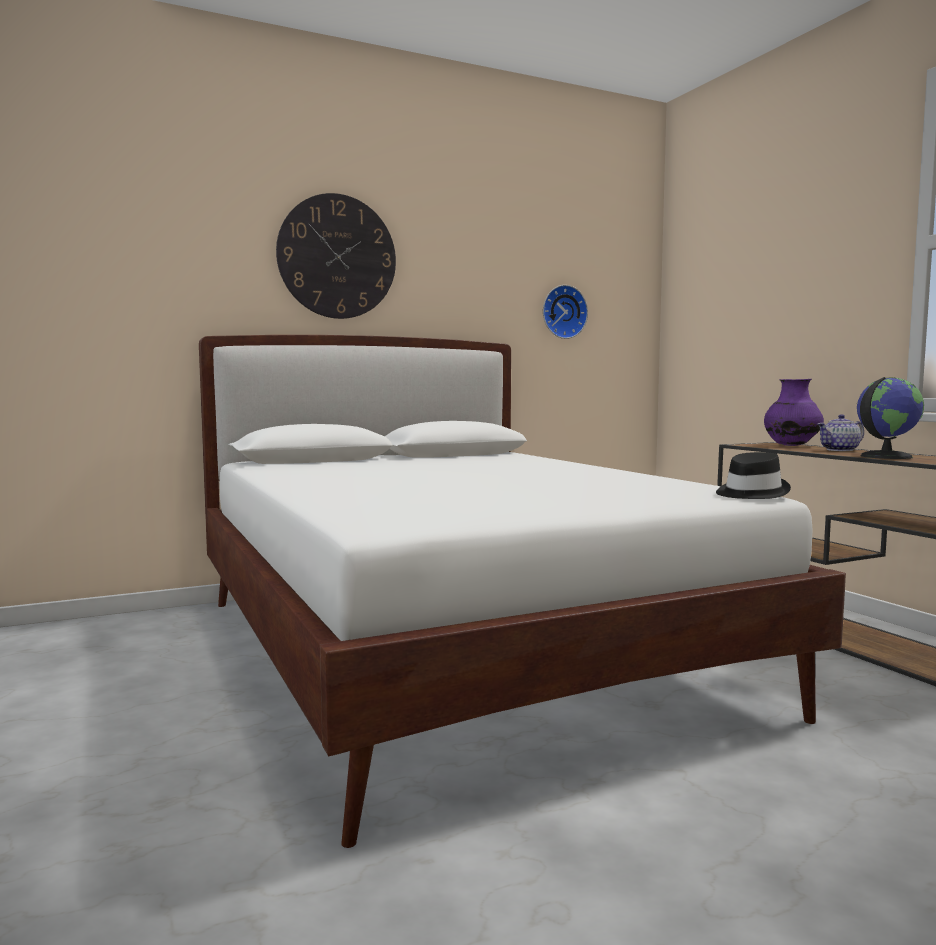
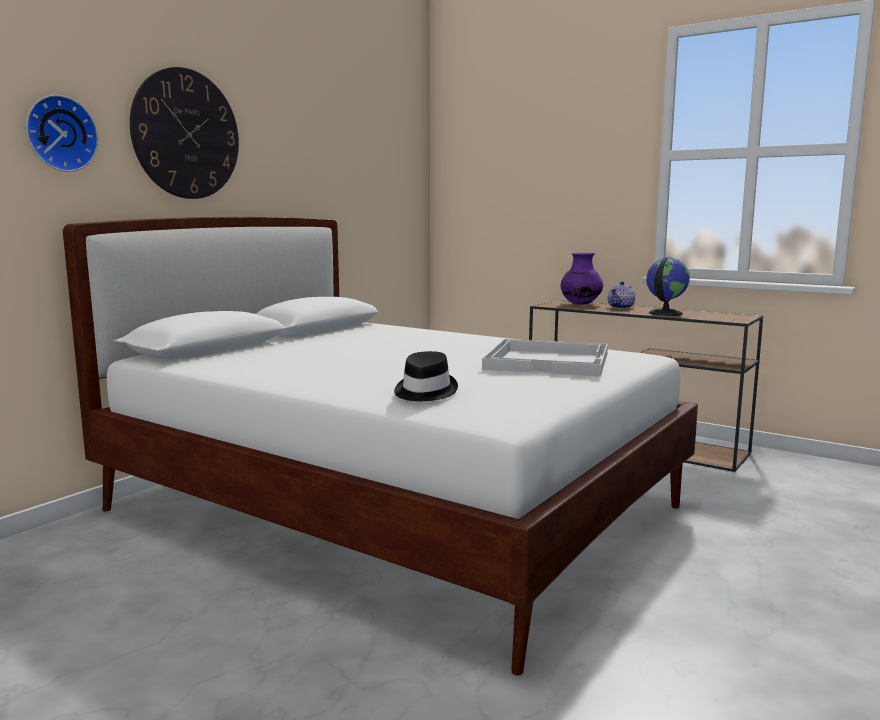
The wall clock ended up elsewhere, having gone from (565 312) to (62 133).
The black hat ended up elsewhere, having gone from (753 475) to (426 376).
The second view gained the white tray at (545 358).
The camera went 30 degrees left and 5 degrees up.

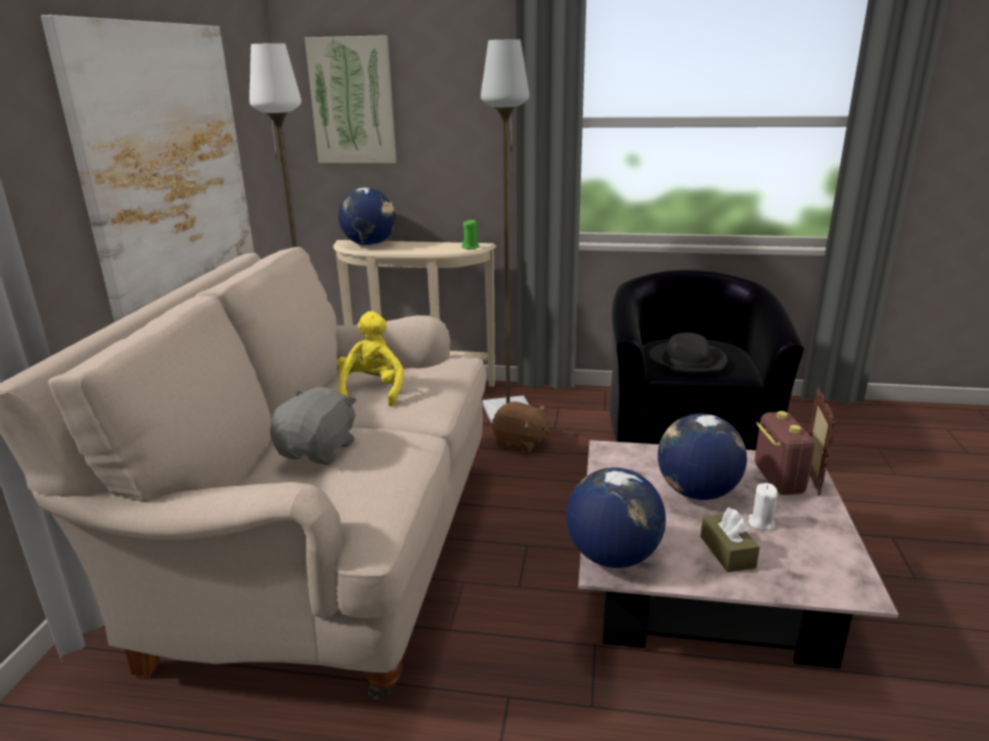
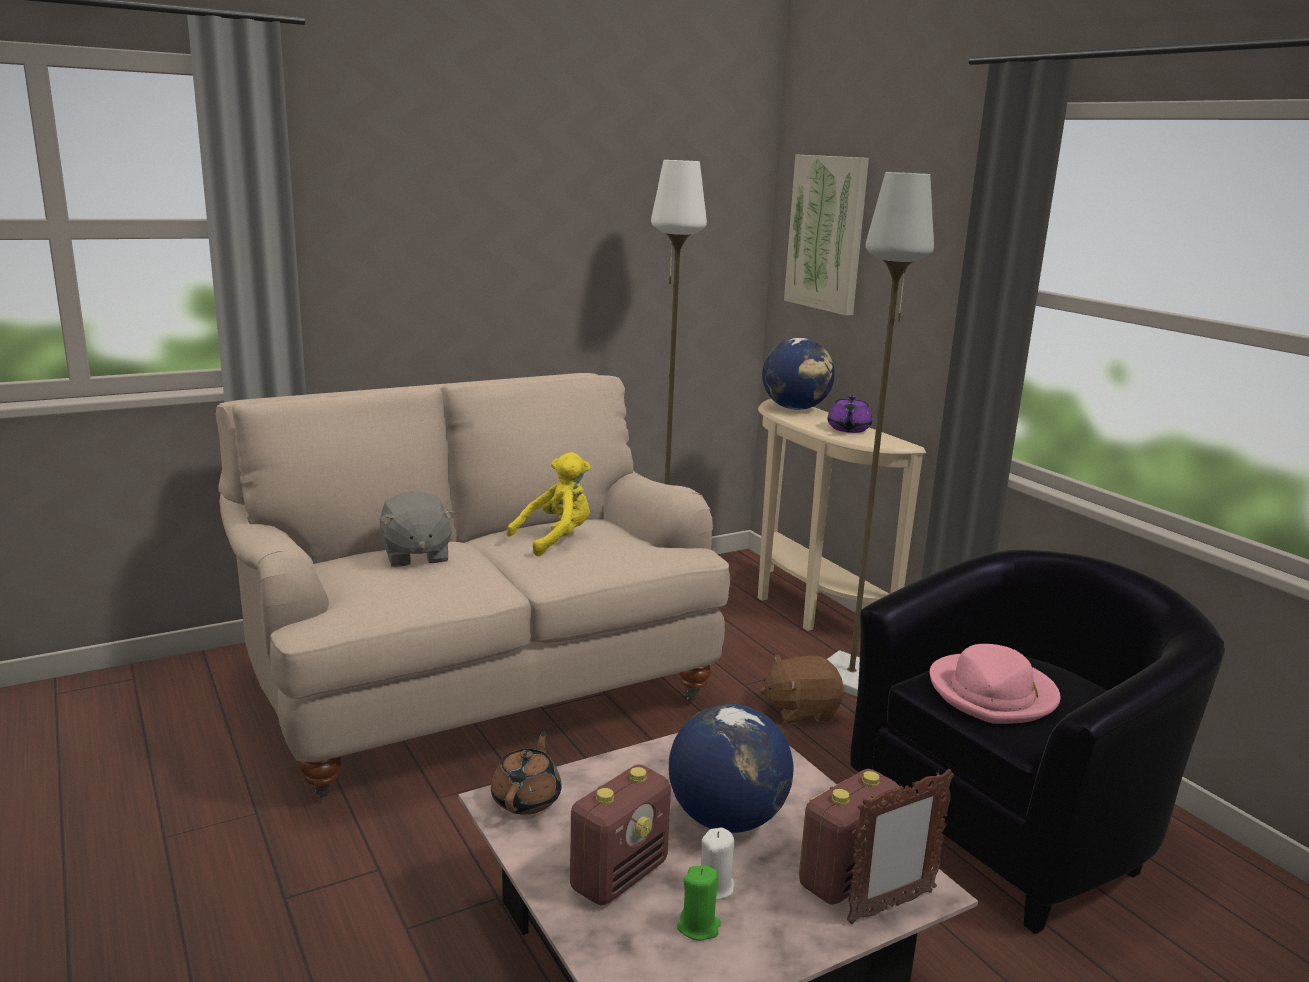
The second view lost the picture at (147 168).
The green candle ended up elsewhere, having gone from (470 234) to (699 903).
What was the black hat at (688 354) turned into the pink hat at (995 684).
The grey plush toy at (313 426) ended up facing another way, 90 degrees clockwise from before.
The brown plush toy at (521 427) ended up facing another way, 90 degrees clockwise from before.
Where the globe stood at (616 518), the brown teapot came to stand at (526 773).
Where the brown tissue box stood at (730 539), the radio came to stand at (620 835).
The second view gained the purple teapot at (849 414).
The camera went 50 degrees right and 5 degrees down.

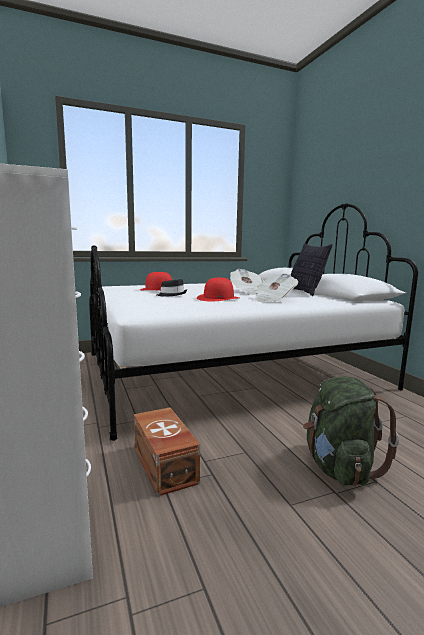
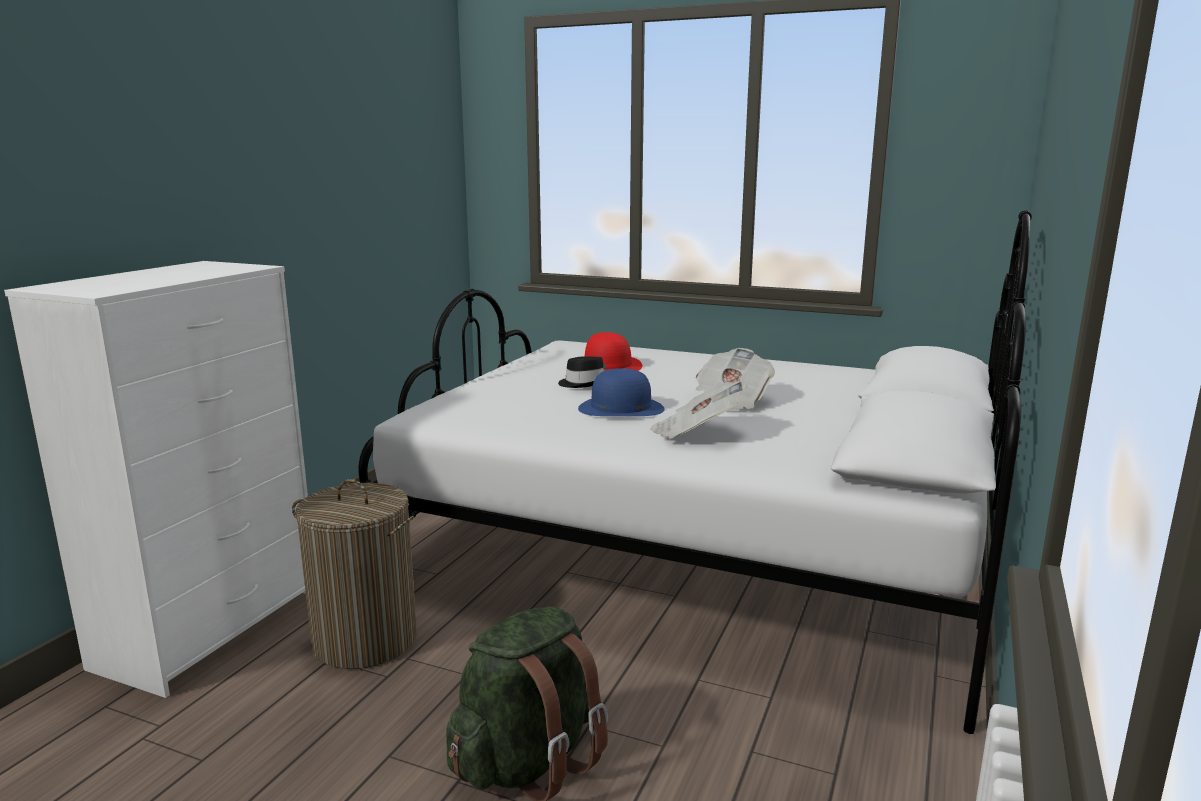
The second view lost the pillow at (312 269).
What was the red hat at (218 290) turned into the blue hat at (621 392).
Where the brown storage box stood at (167 452), the laundry basket came to stand at (354 574).
The camera went 45 degrees right and 5 degrees up.

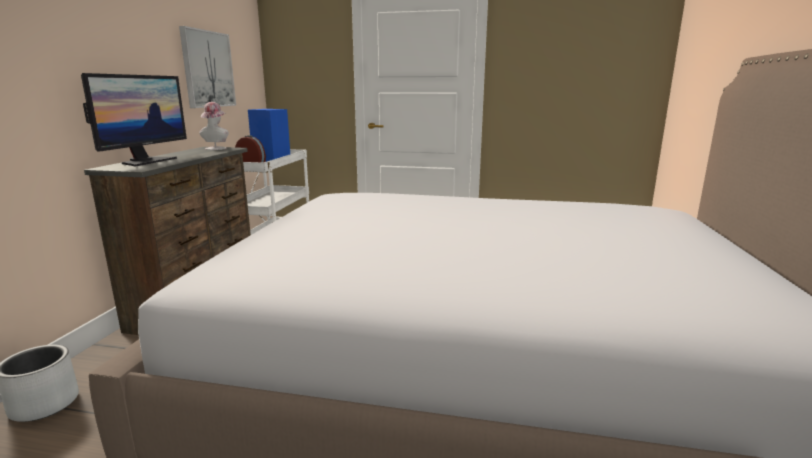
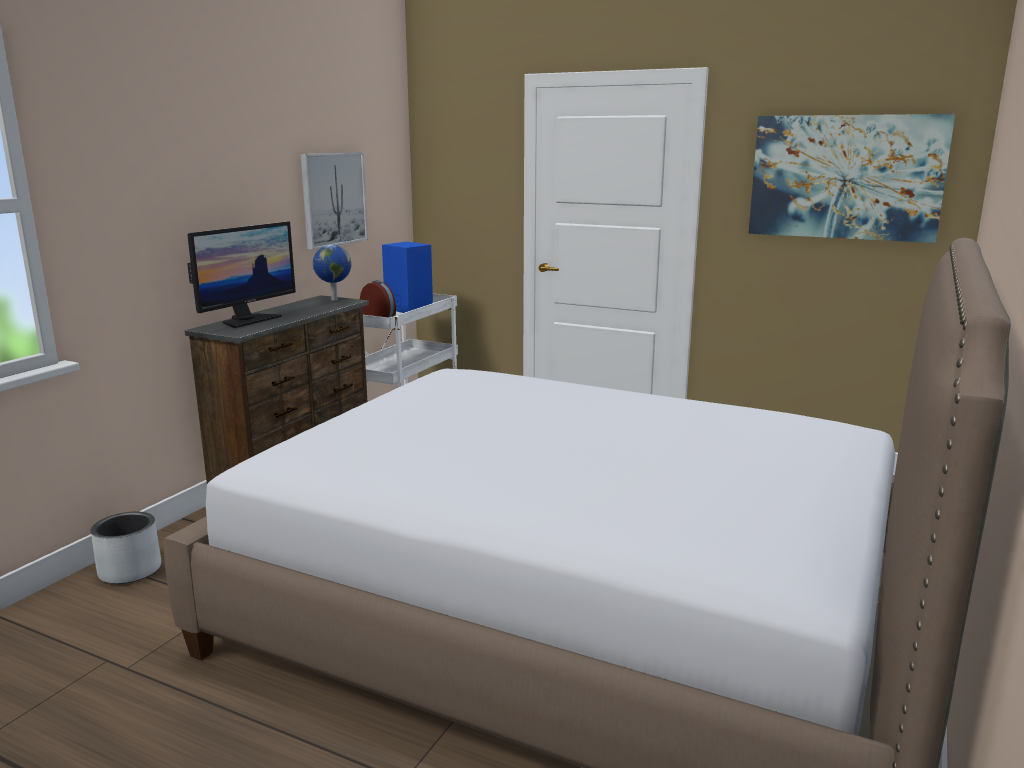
Where the hat stood at (214 126), the globe came to stand at (332 273).
The second view gained the picture at (851 178).
The camera went 15 degrees right and 0 degrees up.

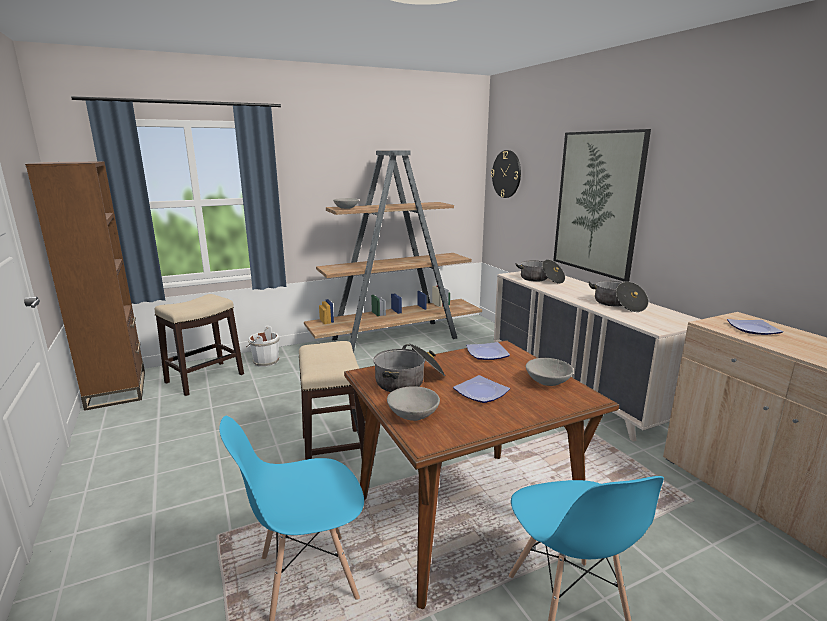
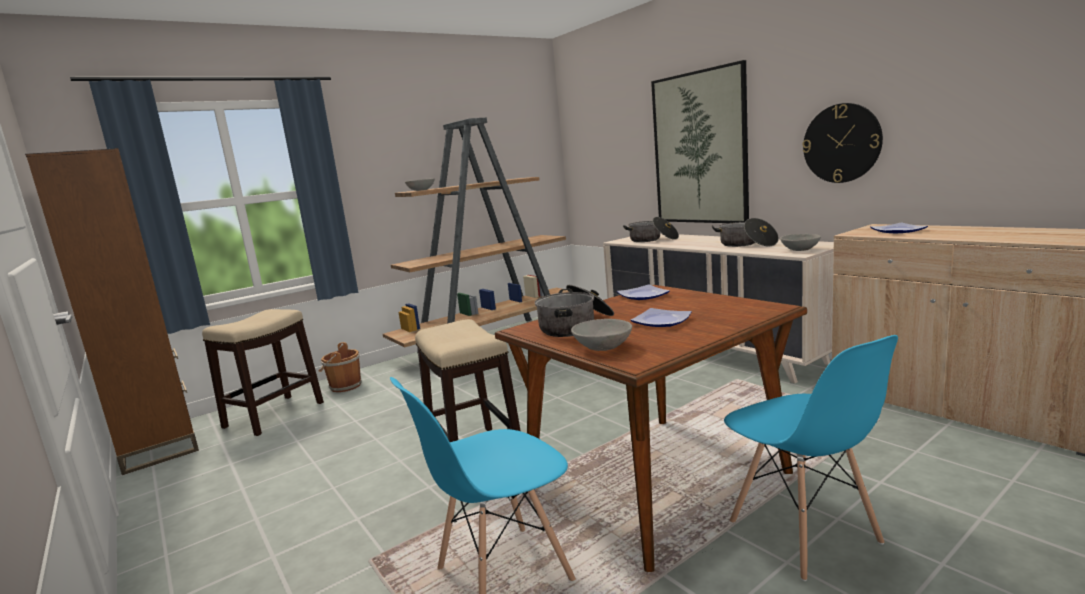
The wall clock ended up elsewhere, having gone from (506 174) to (842 143).
What was the white bucket at (262 346) turned into the brown bucket at (340 367).
The grey bowl ended up elsewhere, having gone from (550 372) to (800 242).
The camera went 10 degrees left and 5 degrees down.

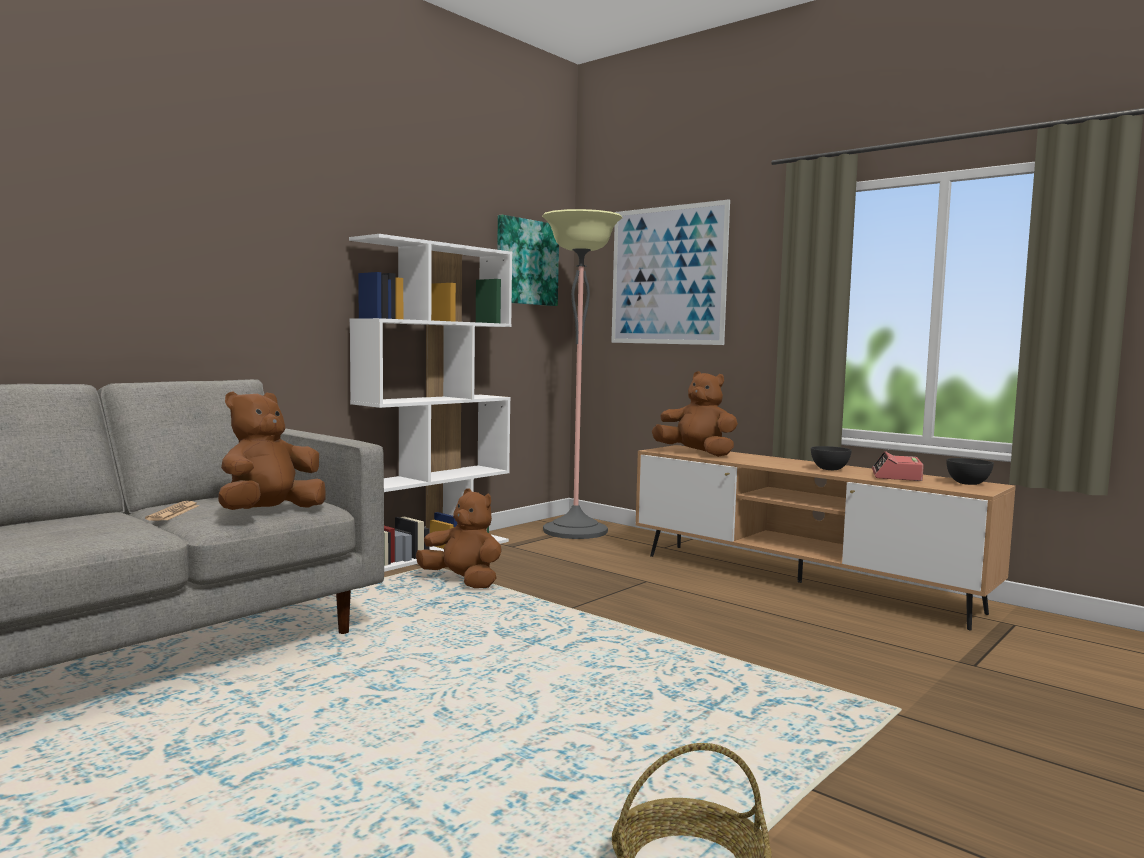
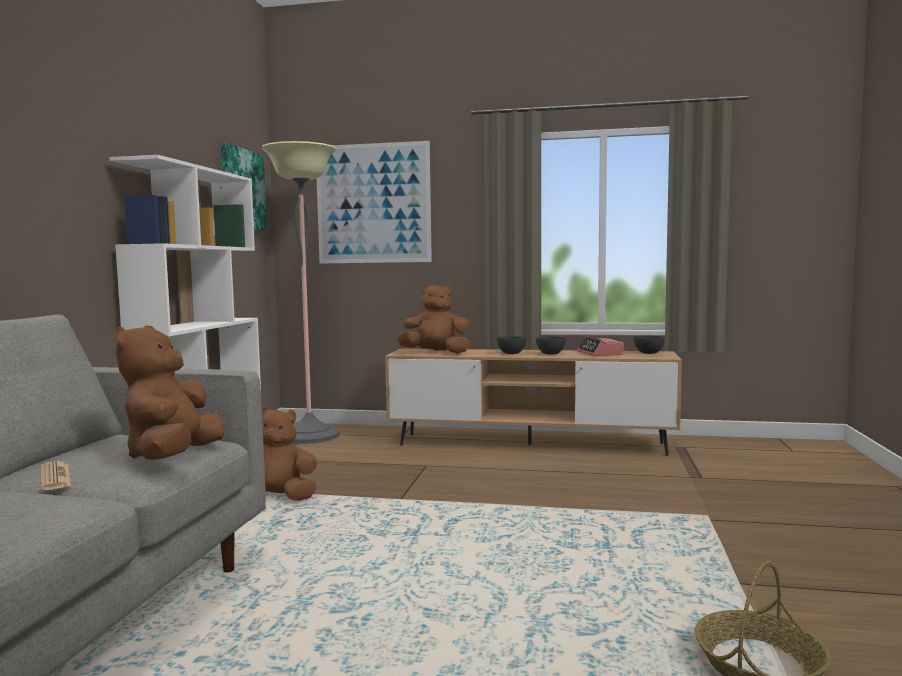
The second view gained the grey bowl at (512 345).
The camera went 30 degrees left and 0 degrees up.

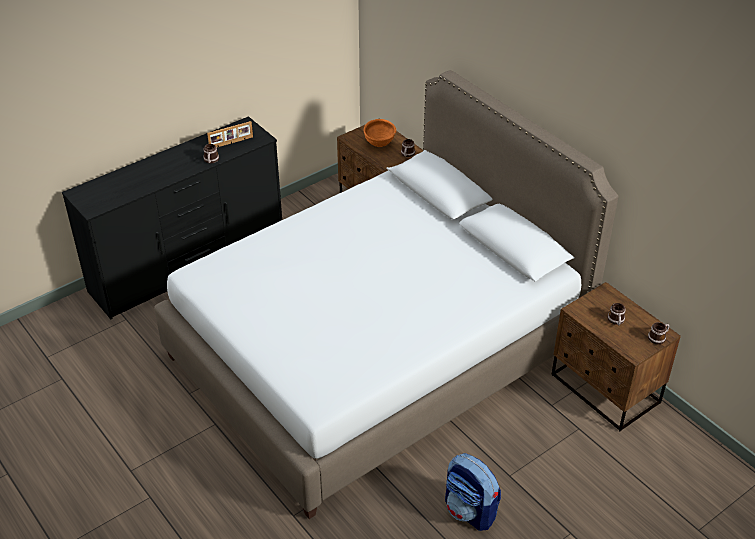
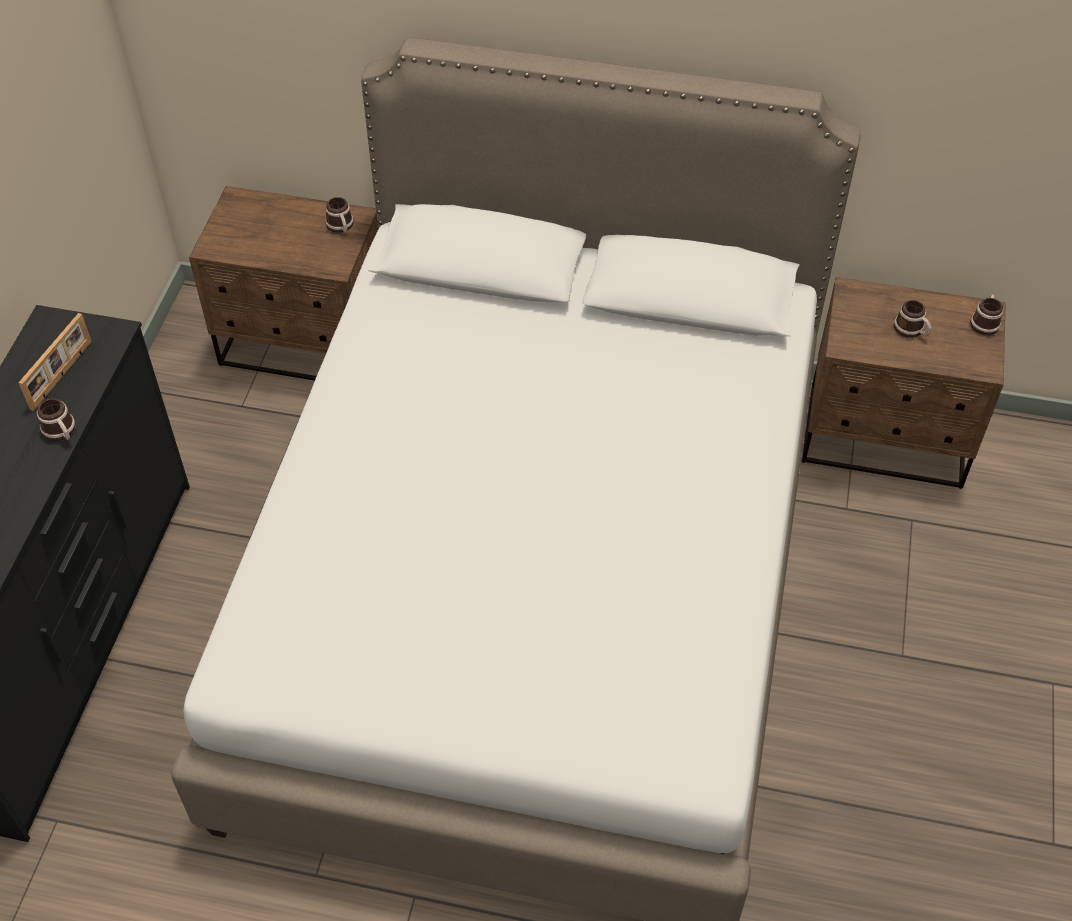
The second view lost the orange bowl at (380 133).
The second view lost the backpack at (473 492).
The camera went 40 degrees left and 10 degrees up.

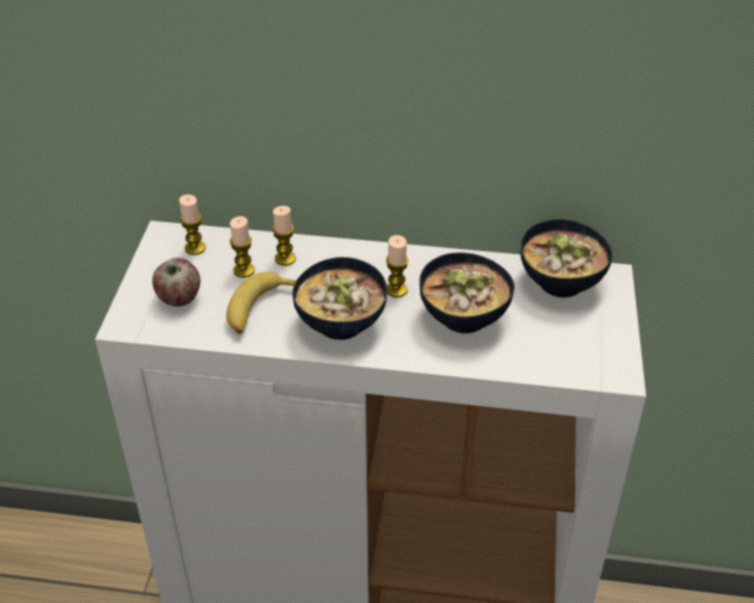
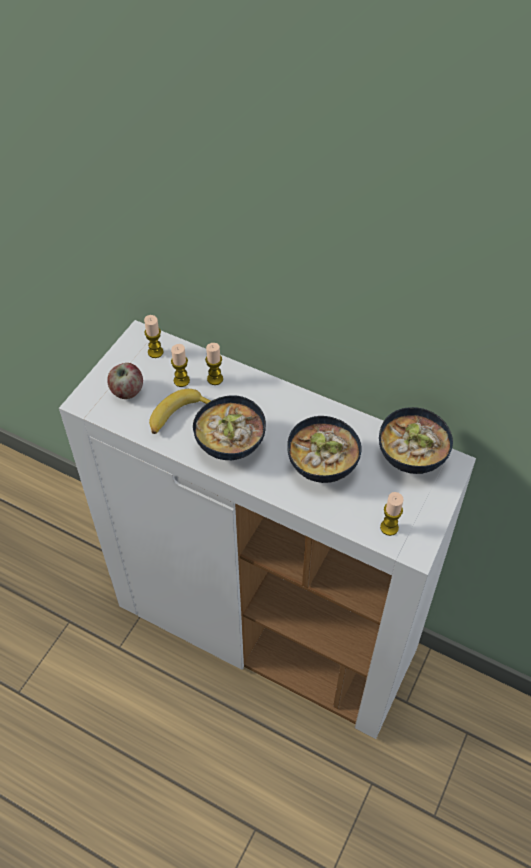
The candle ended up elsewhere, having gone from (397 266) to (392 514).
The camera went 20 degrees right and 10 degrees up.

